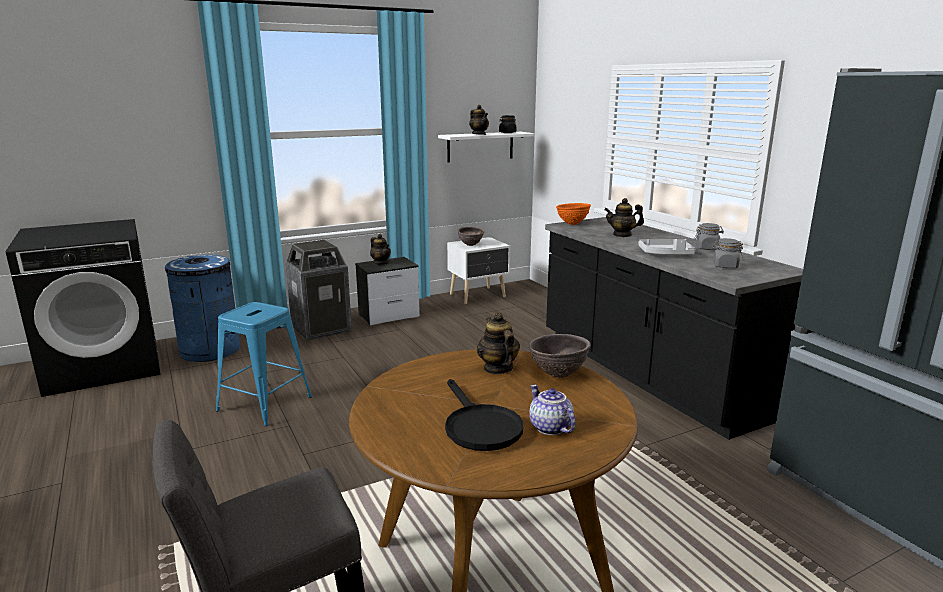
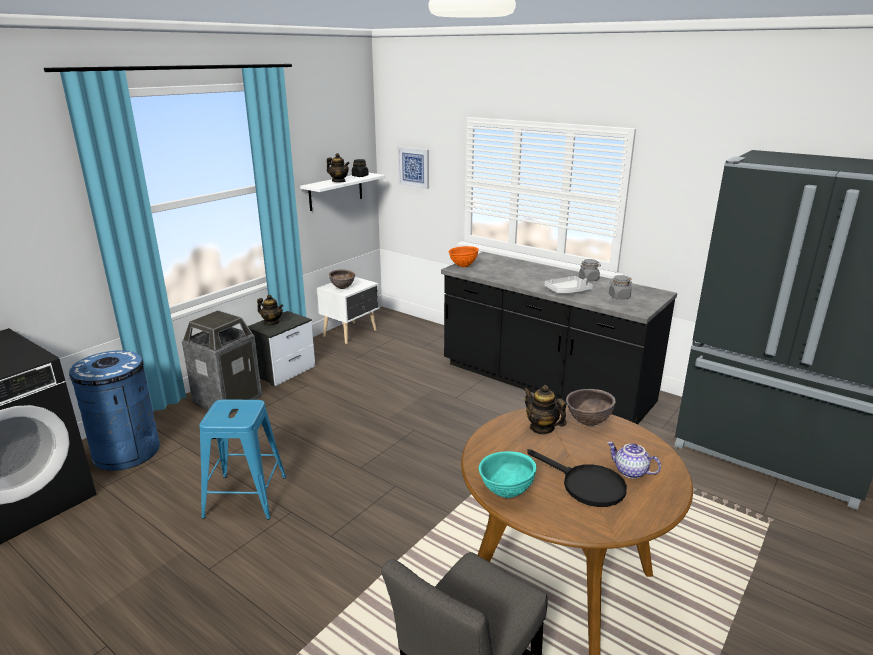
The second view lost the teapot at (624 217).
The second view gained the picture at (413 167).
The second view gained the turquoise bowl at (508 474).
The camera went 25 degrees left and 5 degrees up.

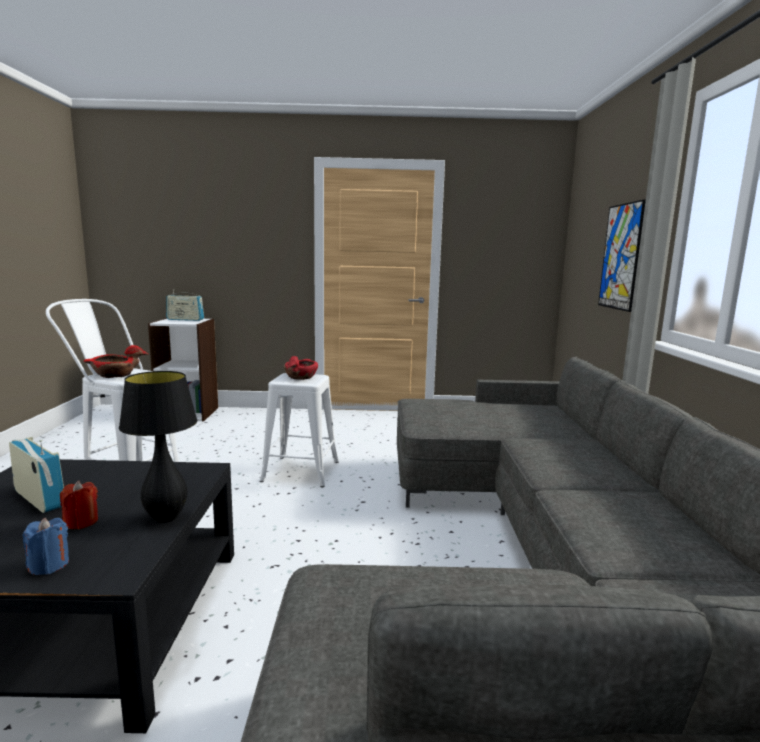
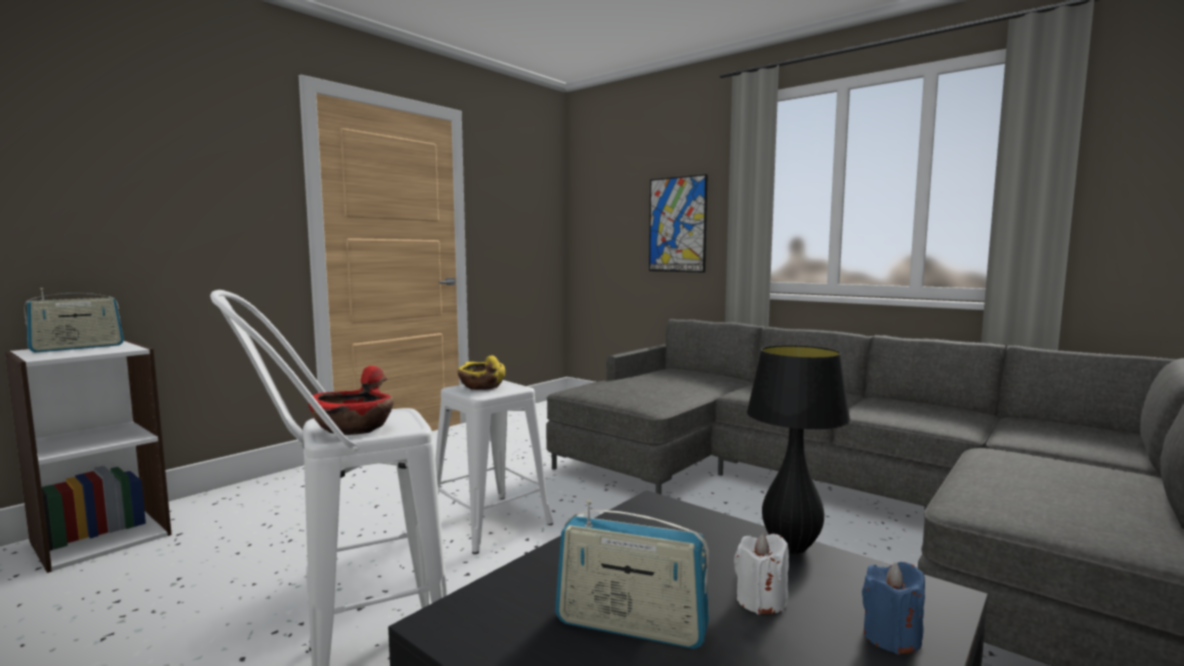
What was the red bowl at (301 368) turned into the yellow bowl at (481 372).
The radio at (36 475) ended up facing another way, 150 degrees counterclockwise from before.
What was the red candle at (79 505) turned into the white candle at (761 574).
The camera went 50 degrees left and 5 degrees down.

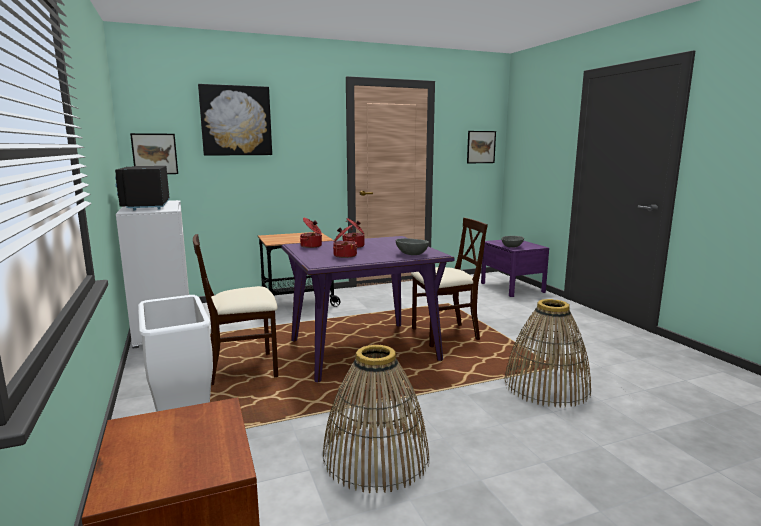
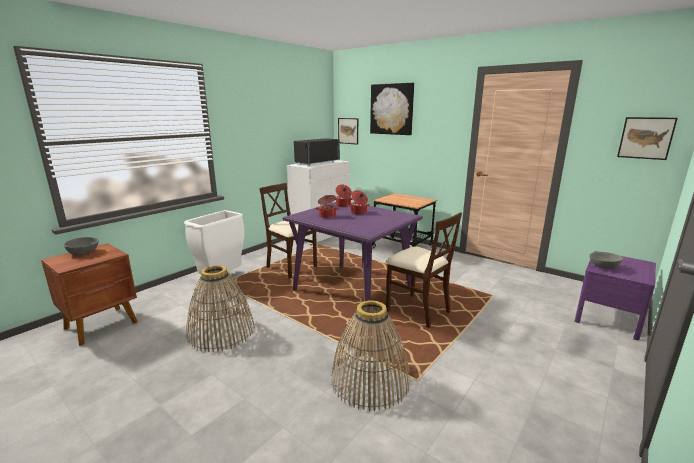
The grey bowl ended up elsewhere, having gone from (412 246) to (81 246).
The camera went 60 degrees right and 5 degrees up.

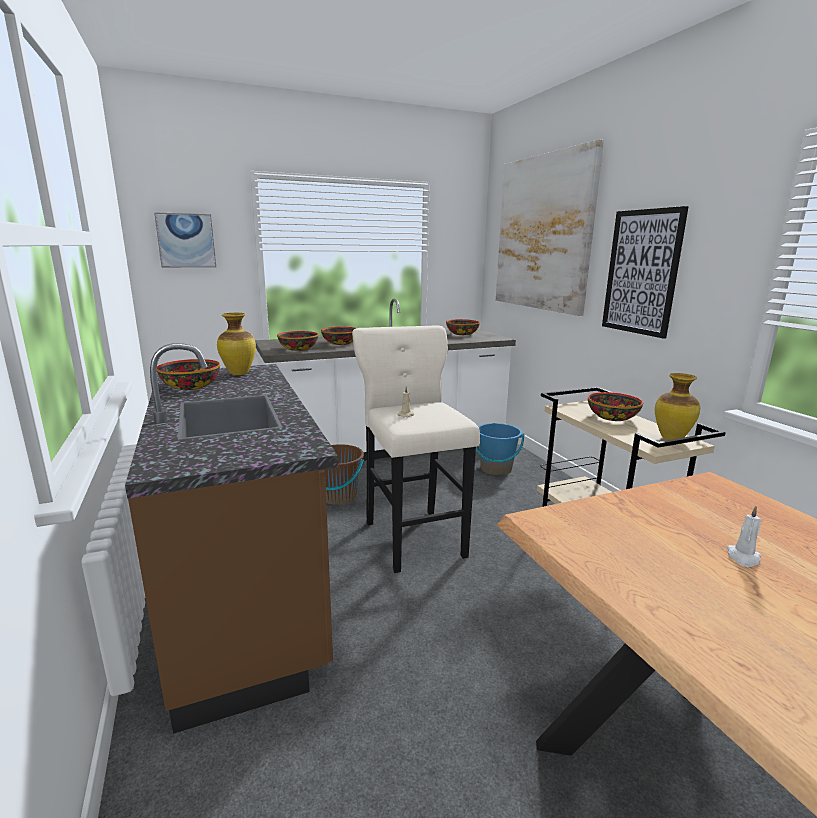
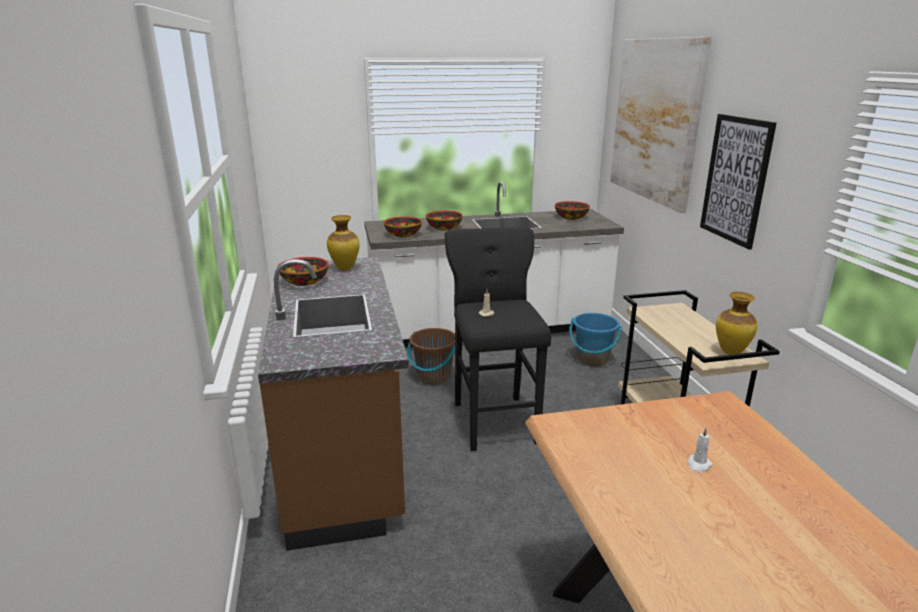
The second view lost the picture at (185 240).
What was the beige stool at (416 449) turned into the black stool at (498 339).
The second view lost the bowl at (615 406).
The camera went 10 degrees right and 5 degrees up.

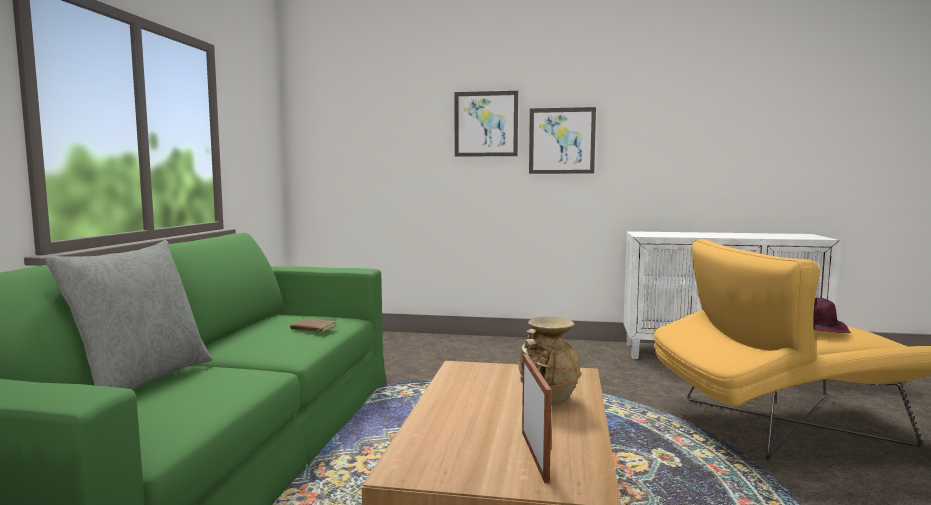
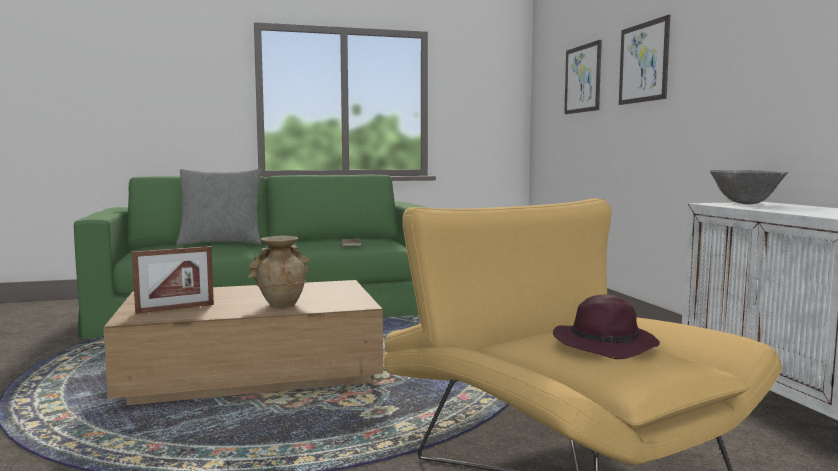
The picture ended up elsewhere, having gone from (562 140) to (583 77).
The second view gained the grey bowl at (749 187).
The camera went 65 degrees right and 0 degrees up.

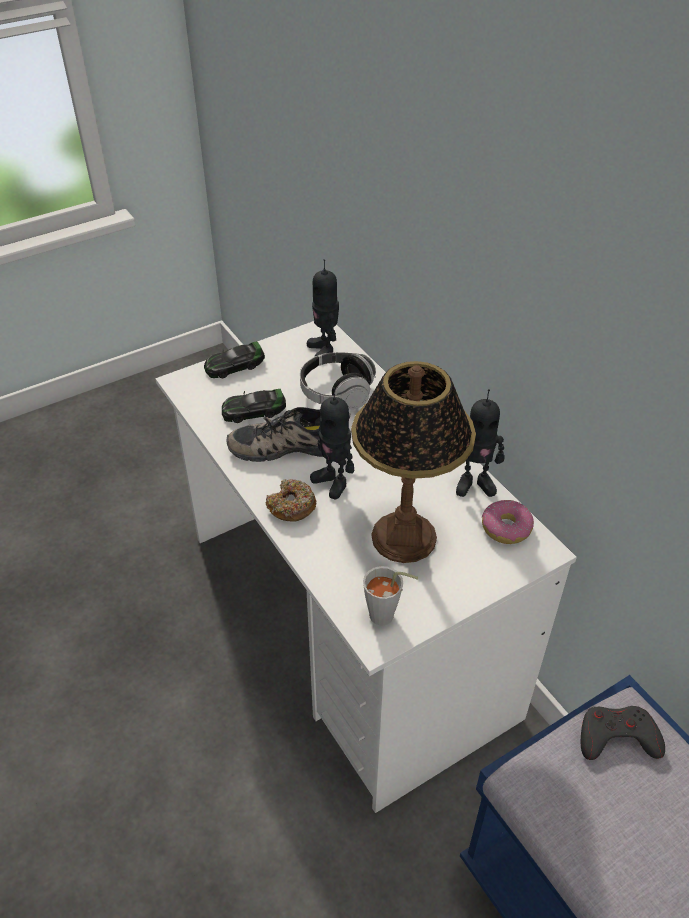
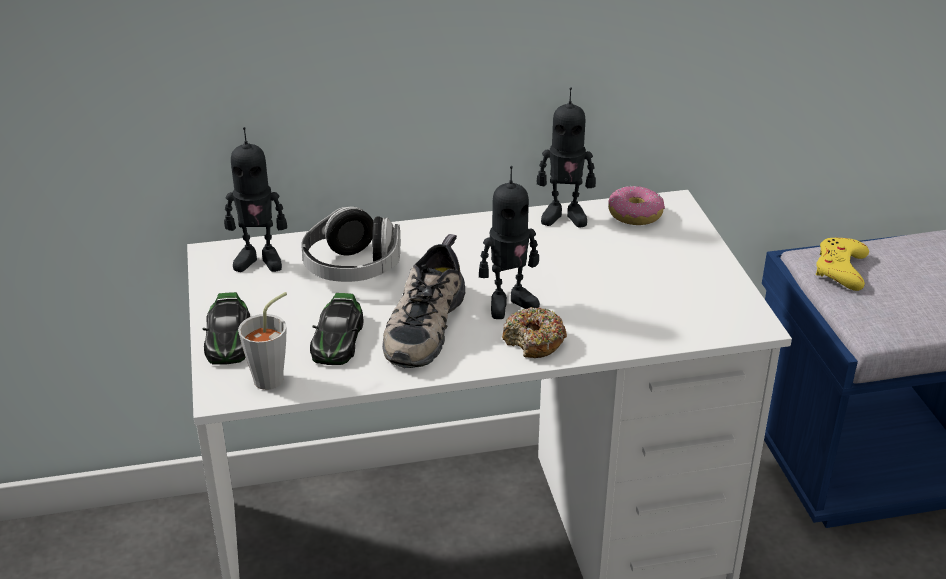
The second view lost the table lamp at (413 462).
The toy robot at (480 443) ended up facing another way, 75 degrees clockwise from before.
The grey cup ended up elsewhere, having gone from (390 595) to (262 341).
What was the grey game controller at (623 733) turned into the yellow game controller at (842 264).
The camera went 70 degrees left and 10 degrees down.

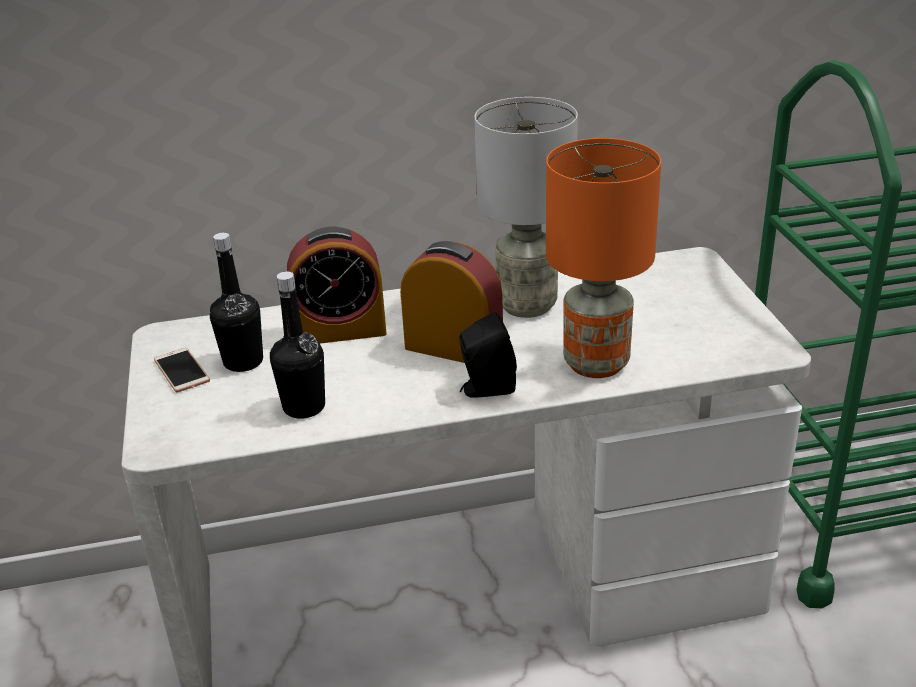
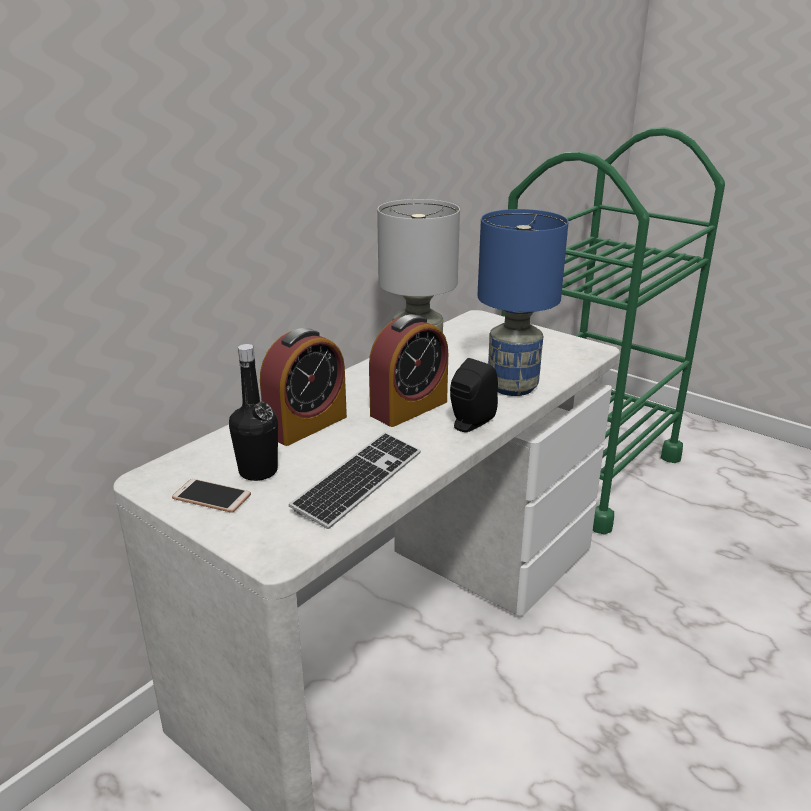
What was the orange table lamp at (603 258) turned into the blue table lamp at (523 302).
The alarm clock at (452 302) ended up facing another way, 150 degrees clockwise from before.
Where the black bottle stood at (297 344), the keyboard came to stand at (355 480).
The camera went 40 degrees left and 5 degrees down.

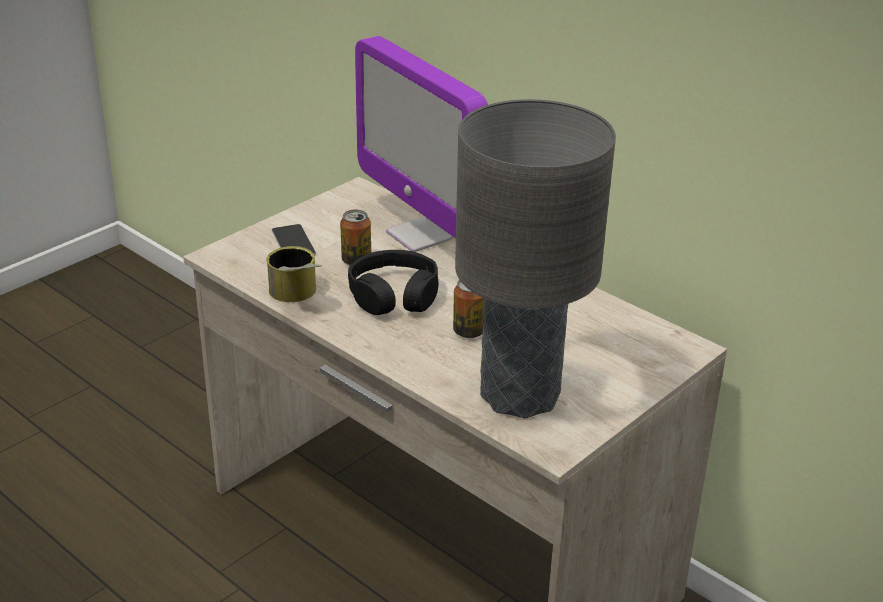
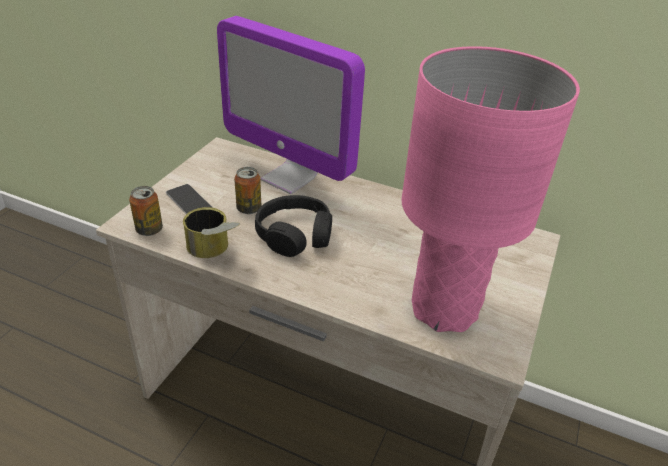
What was the grey table lamp at (535 259) turned into the pink table lamp at (490 189).
The can ended up elsewhere, having gone from (468 309) to (146 211).
The camera went 20 degrees left and 5 degrees up.

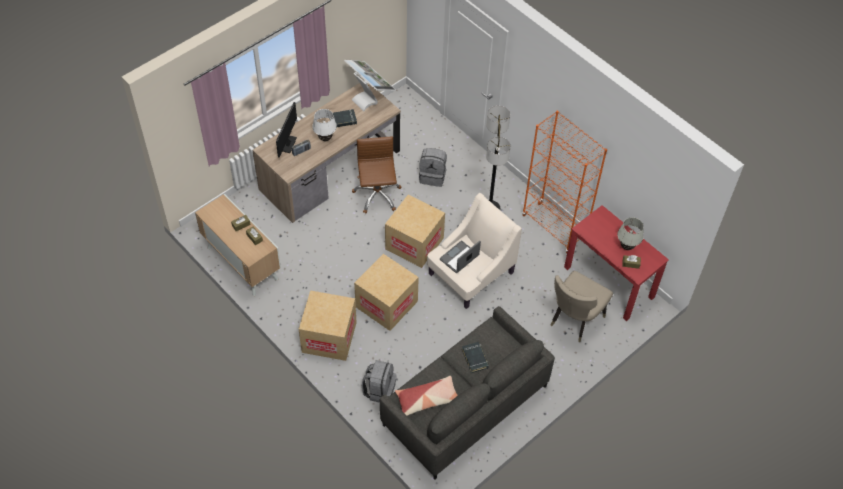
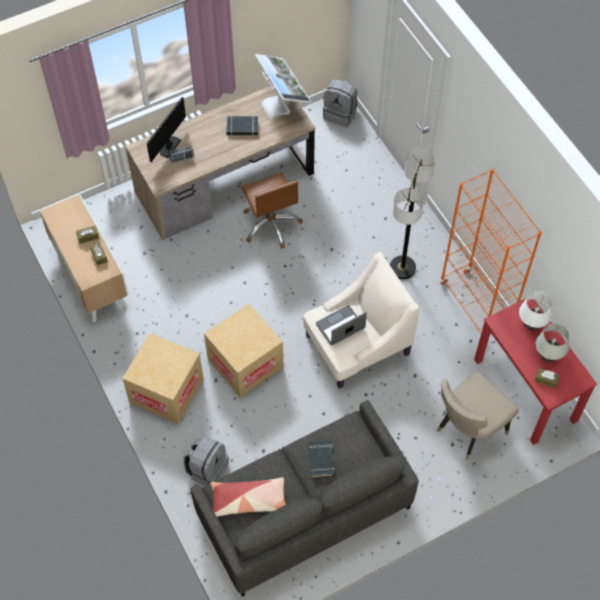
The white table lamp ended up elsewhere, having gone from (324 125) to (535 310).
The brown office chair at (376 175) ended up facing another way, 150 degrees clockwise from before.
The grey backpack ended up elsewhere, having gone from (433 167) to (340 103).
The second view lost the cardboard box at (415 231).
The camera went 15 degrees right and 5 degrees up.

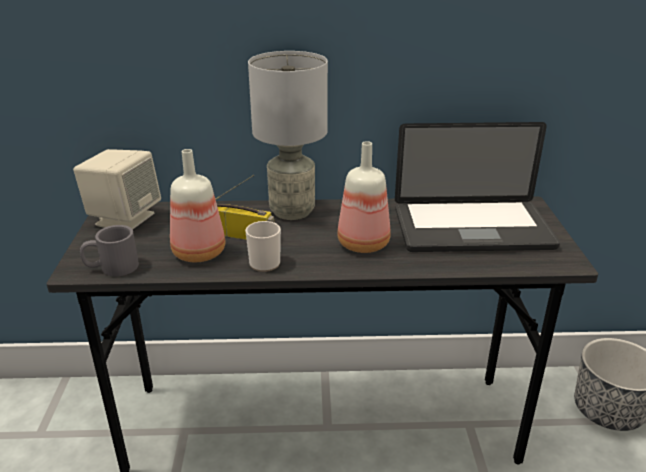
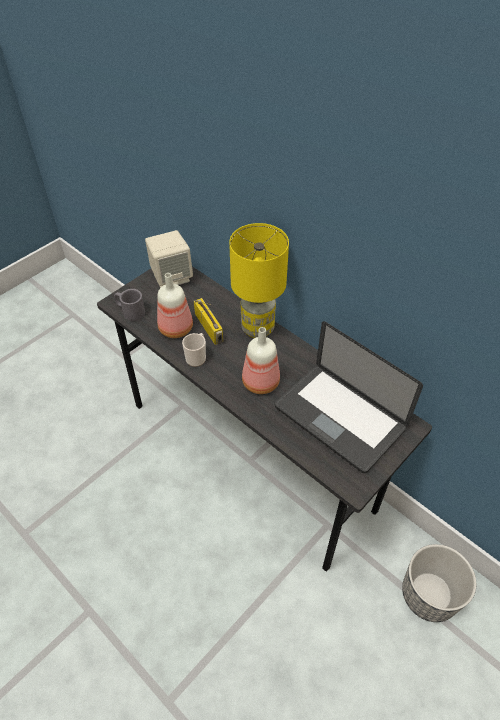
What was the grey table lamp at (288 135) turned into the yellow table lamp at (259 280).
The camera went 45 degrees right and 20 degrees up.

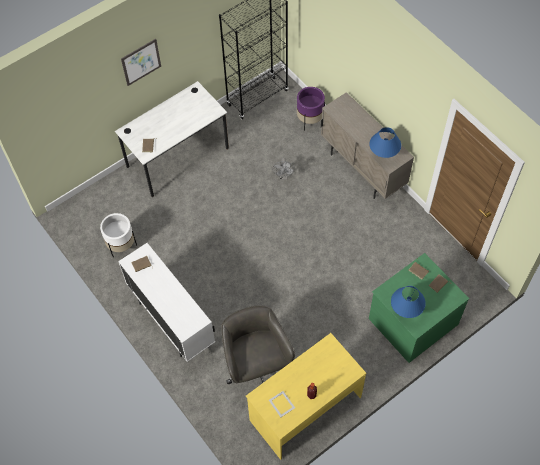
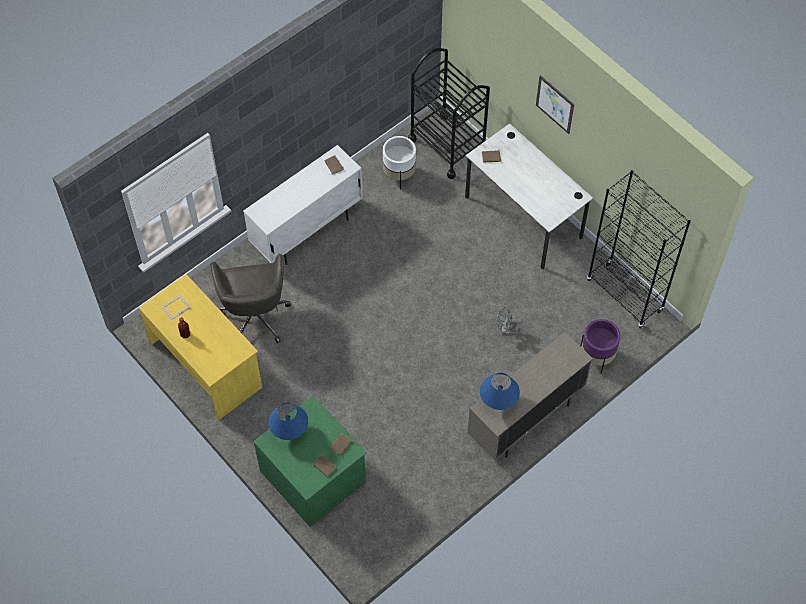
The grey office chair at (258 344) ended up facing another way, 105 degrees clockwise from before.
The second view gained the black cart at (449 113).
The camera went 85 degrees right and 0 degrees up.

